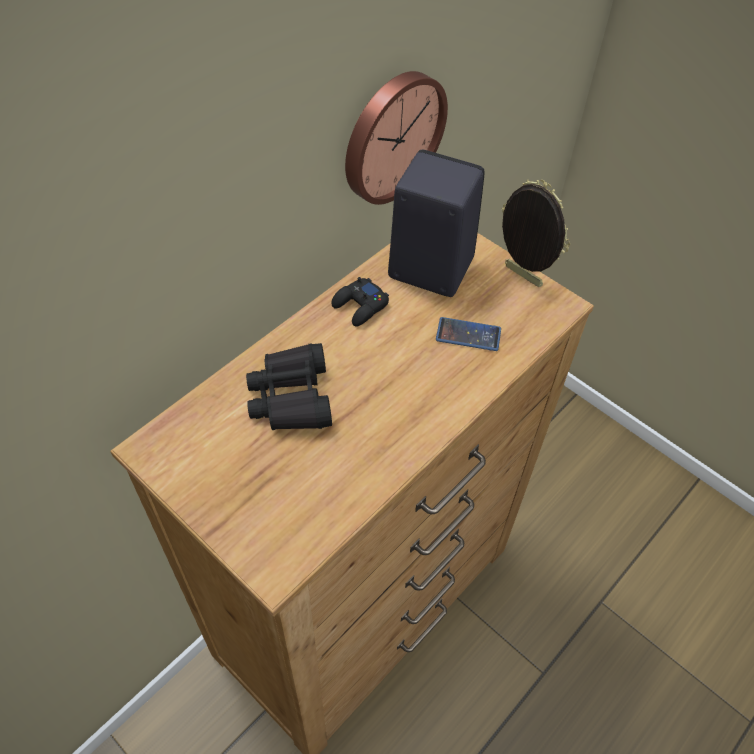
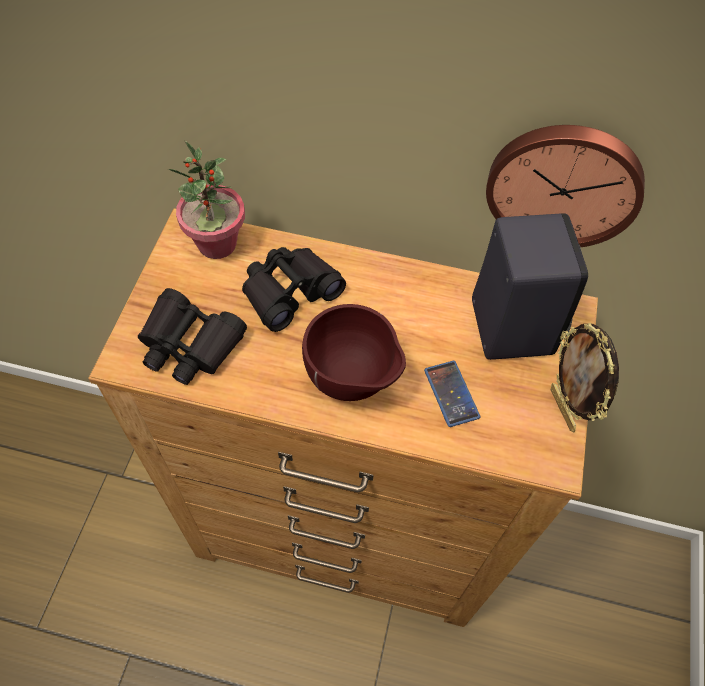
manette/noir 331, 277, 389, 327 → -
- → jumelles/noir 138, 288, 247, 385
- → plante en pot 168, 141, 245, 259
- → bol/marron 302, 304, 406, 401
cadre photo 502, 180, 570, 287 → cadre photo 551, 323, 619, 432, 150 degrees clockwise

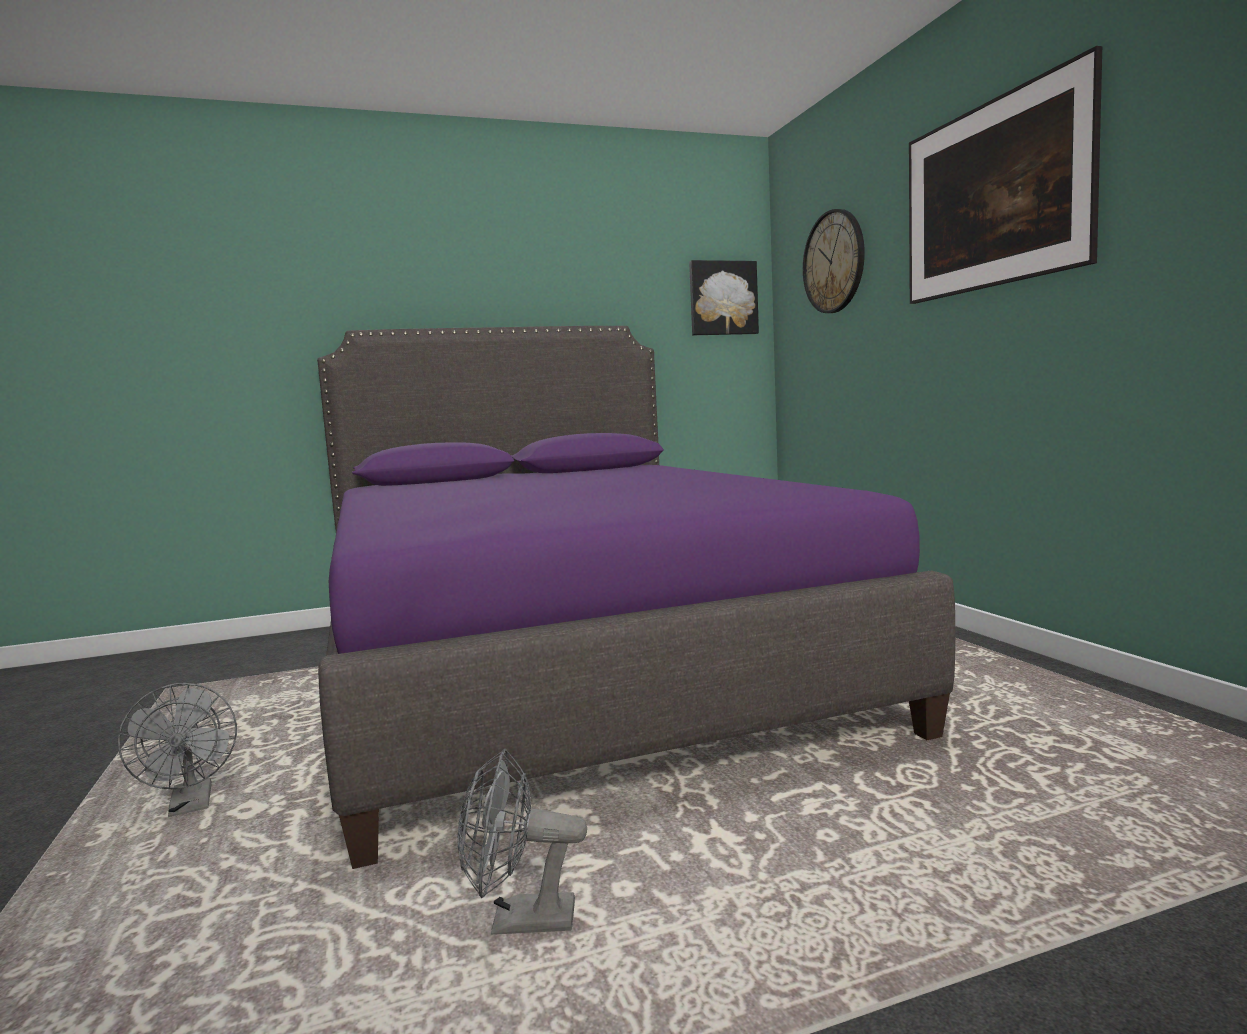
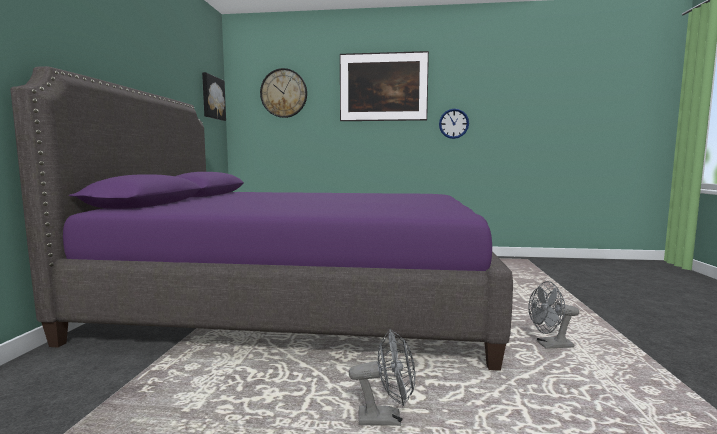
- → horloge murale 439, 109, 469, 139
ventilateur/gris 458, 748, 587, 935 → ventilateur/gris 529, 281, 579, 349, 60 degrees clockwise

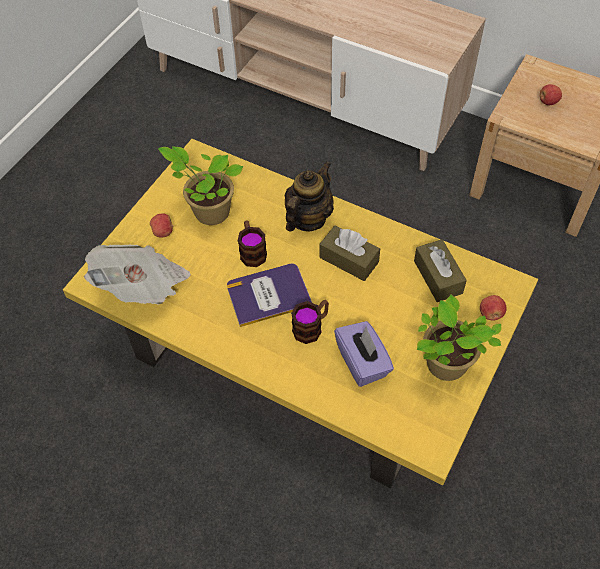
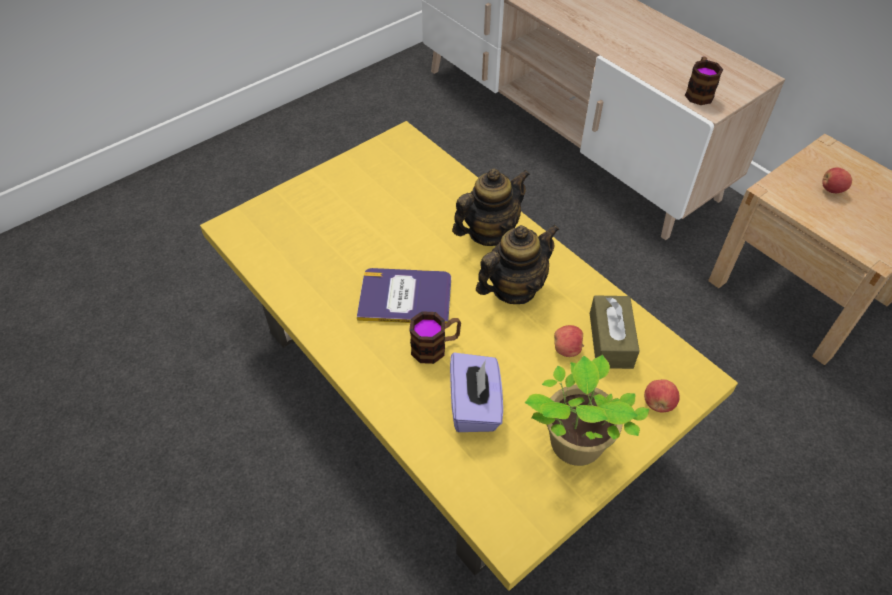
journal 84, 245, 191, 304 → -
plante en pot 158, 146, 243, 225 → -
pomme 150, 213, 173, 238 → pomme 554, 325, 584, 357, moved
mug 238, 220, 267, 267 → mug 685, 56, 723, 105, moved
boîte à mouchoirs/marron 320, 226, 380, 281 → théière 476, 225, 560, 304

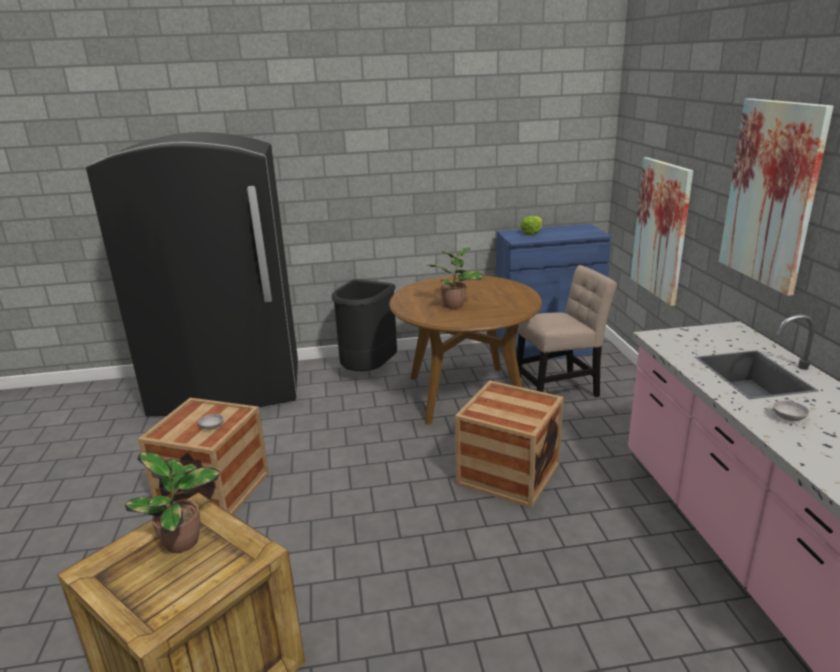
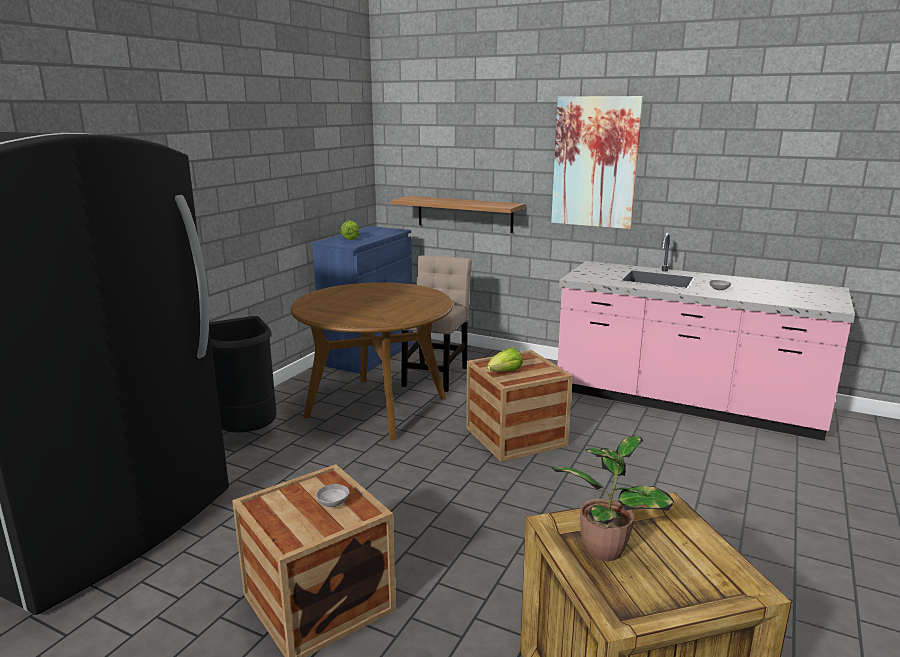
plante en pot 427, 248, 484, 309 → -
- → laitue 487, 347, 523, 371
tableau 631, 157, 693, 306 → étagère 392, 196, 525, 233

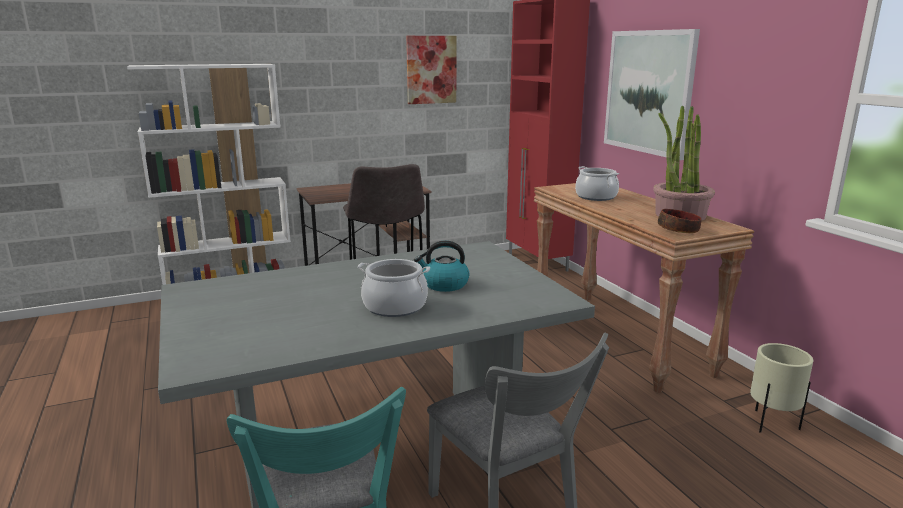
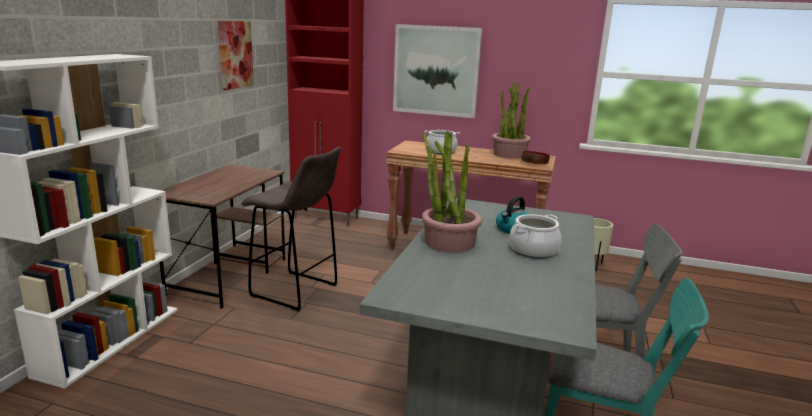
- → plante en pot 422, 131, 482, 253

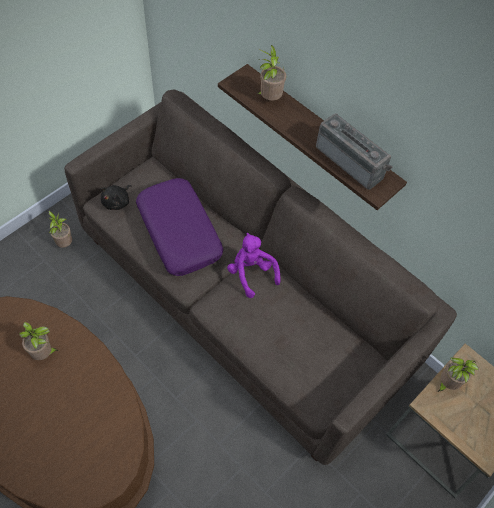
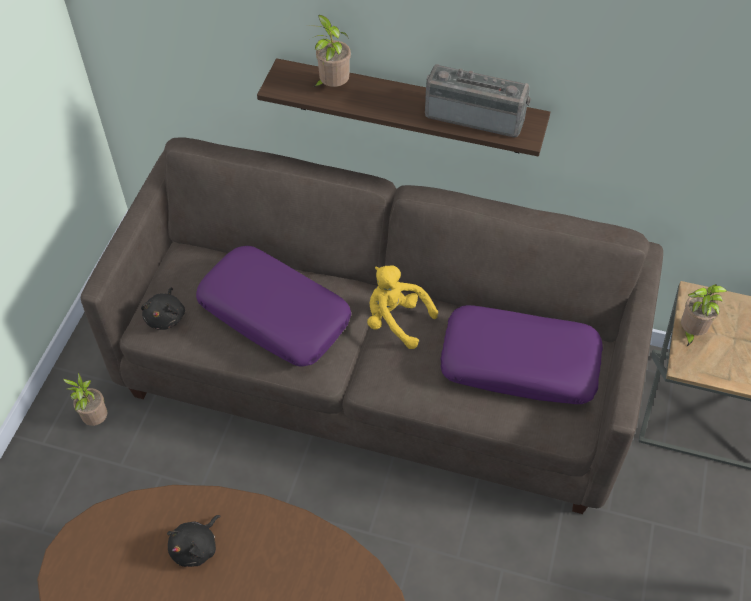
- → coussin/violet 440, 305, 603, 404
plante en pot 19, 322, 58, 360 → peluche/noir 167, 515, 220, 567
peluche/violet 227, 233, 281, 298 → peluche/jaune 367, 266, 438, 349

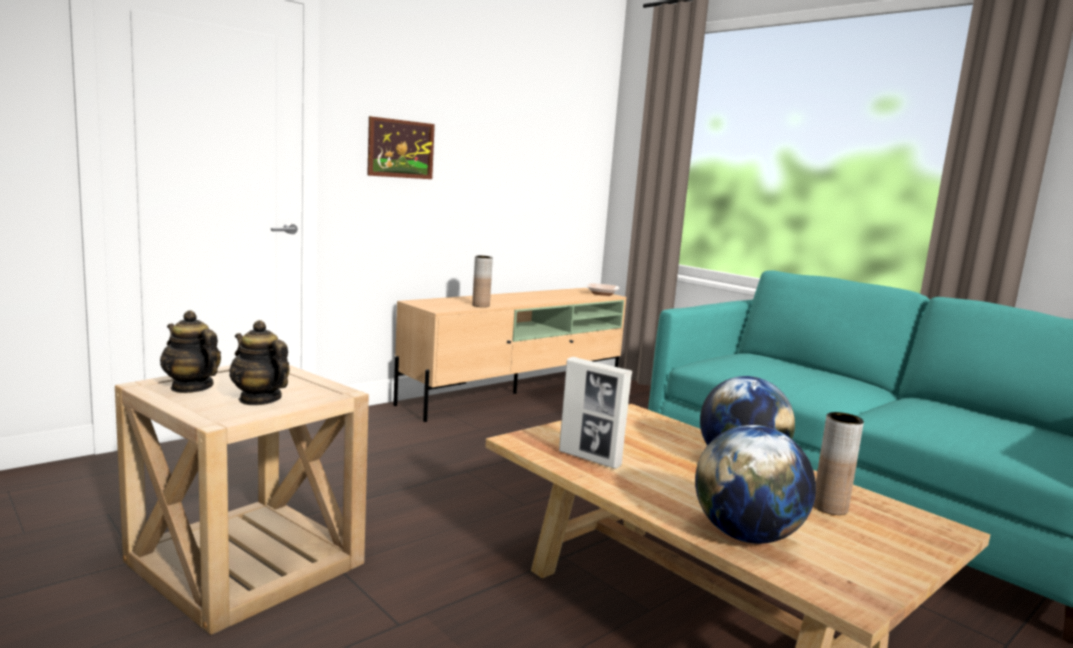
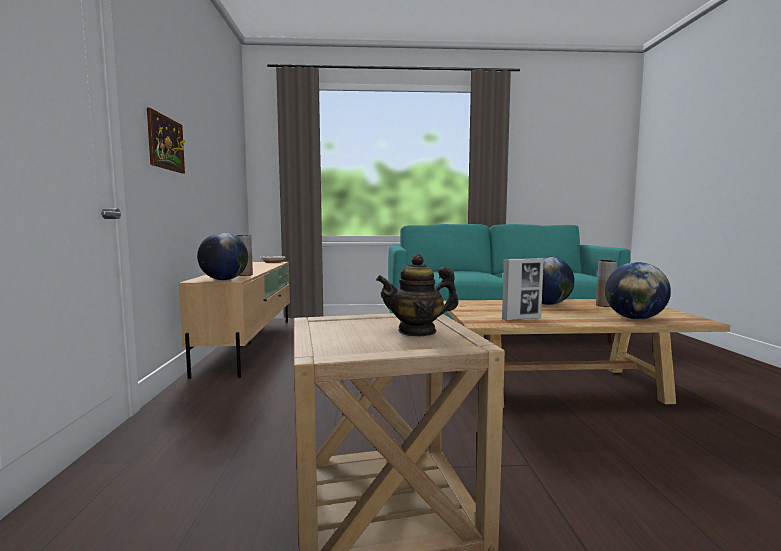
théière 160, 310, 221, 393 → -
- → globe 197, 233, 248, 280

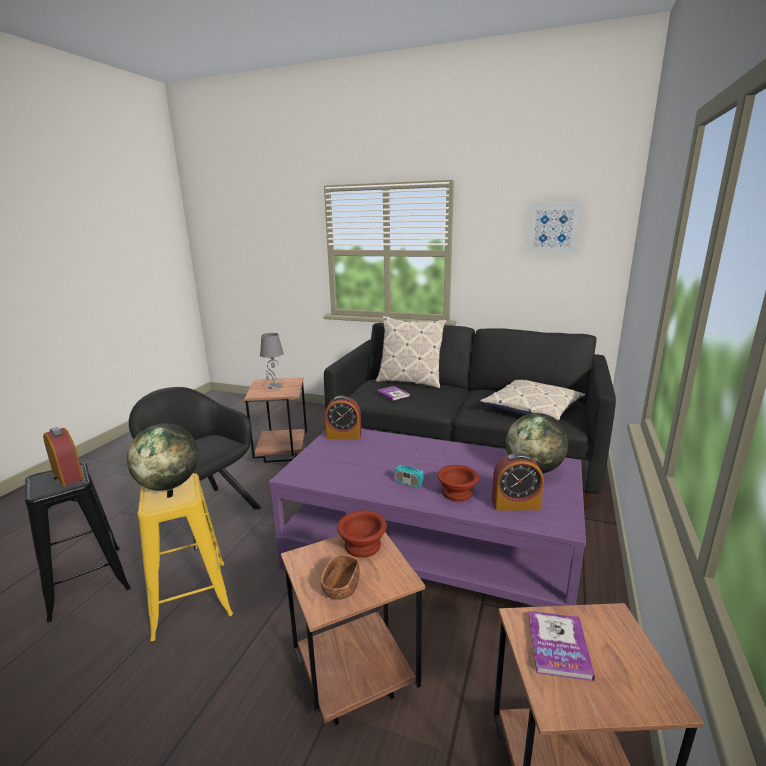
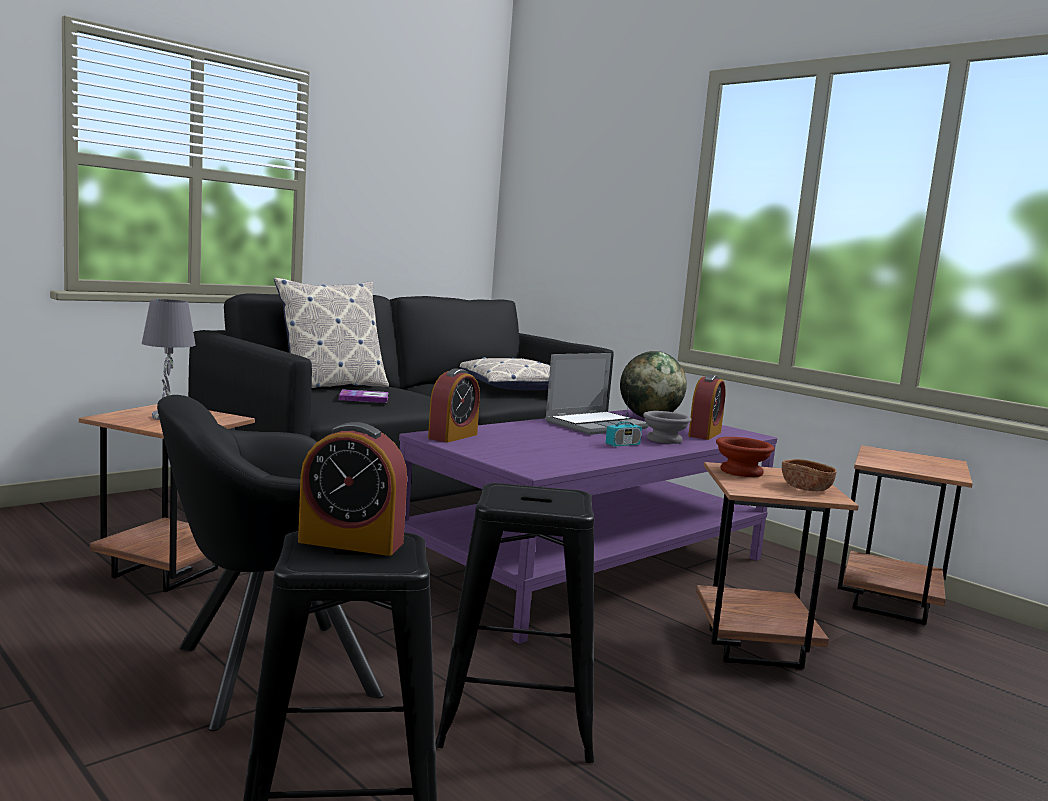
globe 127, 423, 199, 491 → -
tableau 526, 202, 582, 254 → -
livre 529, 611, 595, 681 → -
- → ordinateur portable 545, 353, 649, 435
tabouret/jaune 138, 473, 233, 641 → tabouret/noir 435, 483, 594, 763
bol/marron 437, 465, 479, 501 → bol/gris 643, 411, 691, 444
réveil 43, 427, 84, 487 → réveil 298, 422, 407, 556, 150 degrees counterclockwise

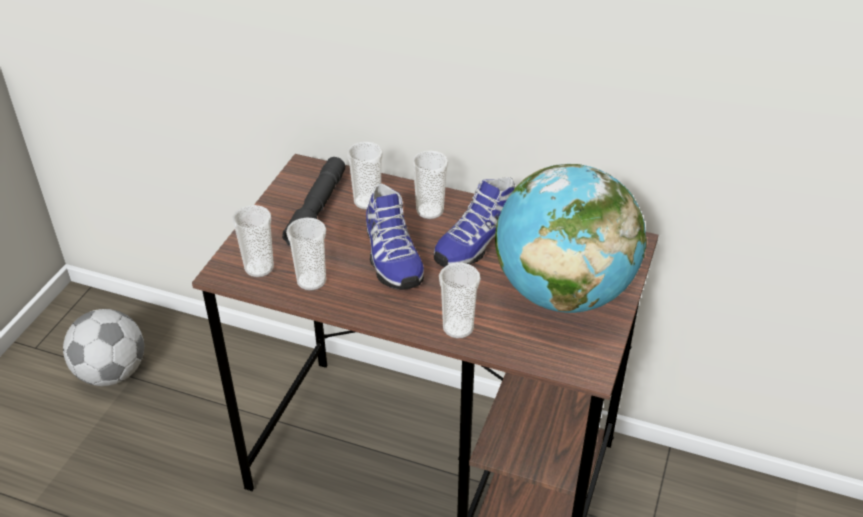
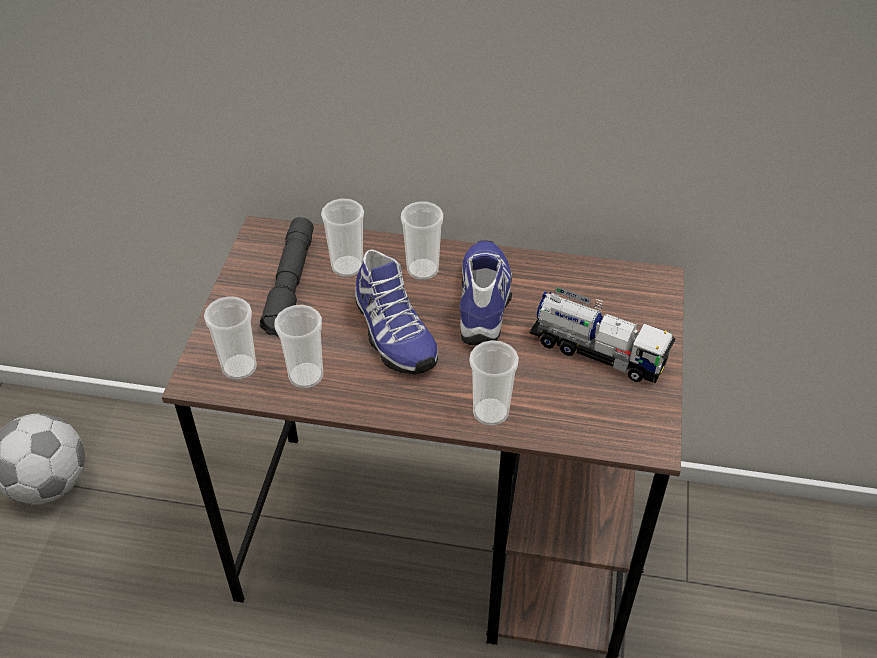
globe 495, 164, 647, 313 → camion jouet 530, 286, 675, 383
chaussure 434, 177, 515, 267 → chaussure 459, 240, 512, 345, 150 degrees clockwise

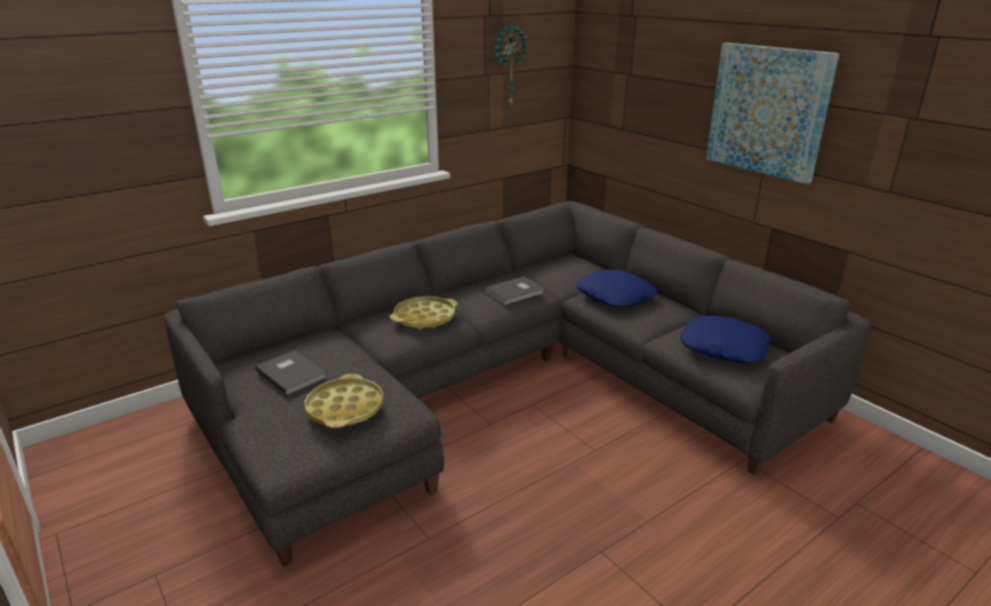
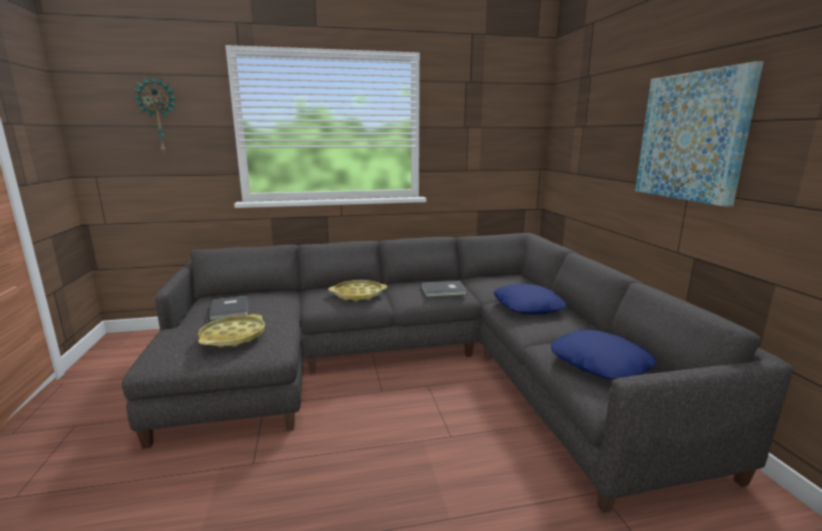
horloge murale 494, 23, 529, 105 → horloge murale 133, 76, 178, 152, moved

